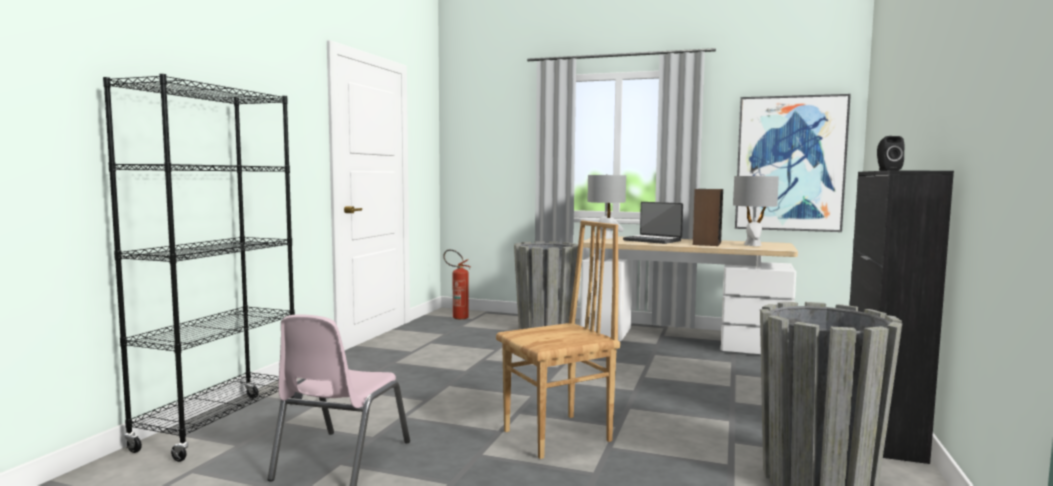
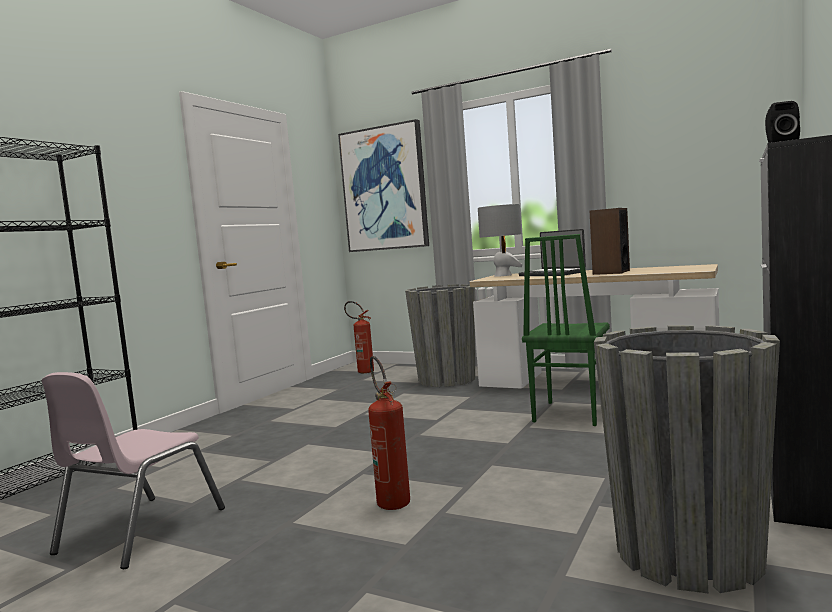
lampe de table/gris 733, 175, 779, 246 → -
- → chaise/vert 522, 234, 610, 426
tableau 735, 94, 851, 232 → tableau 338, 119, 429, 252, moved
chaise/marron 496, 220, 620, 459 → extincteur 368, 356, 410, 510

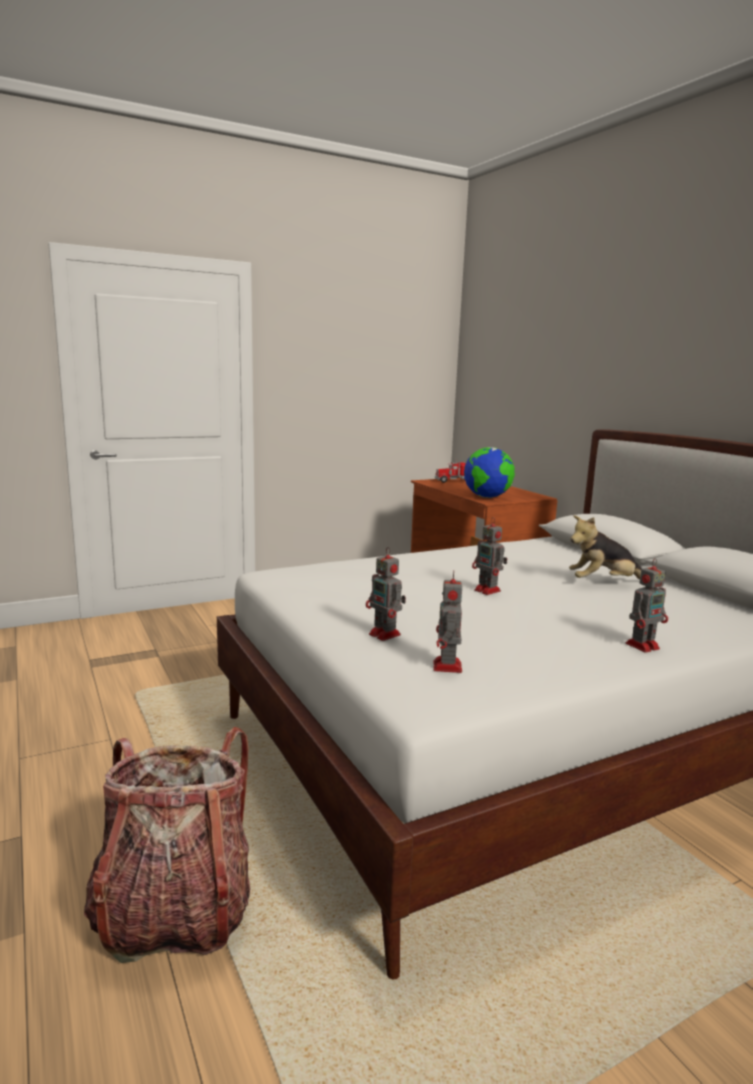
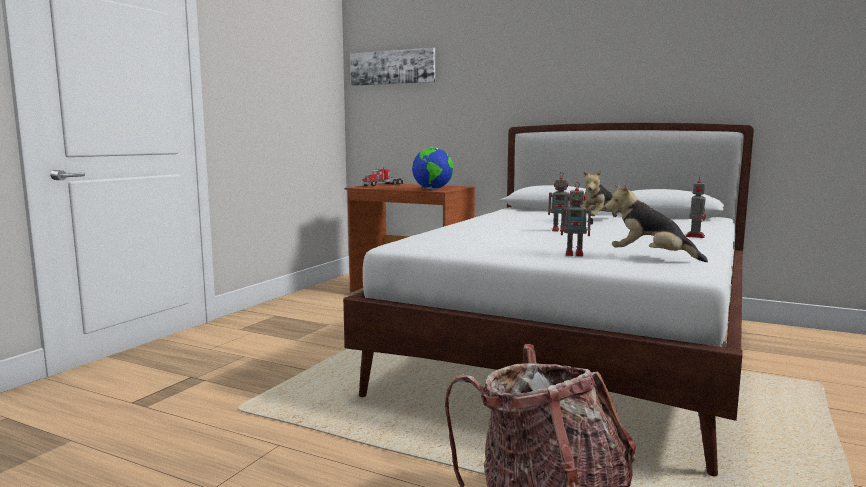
- → tableau 350, 47, 435, 86
robot jouet 433, 571, 462, 673 → peluche 605, 183, 708, 262

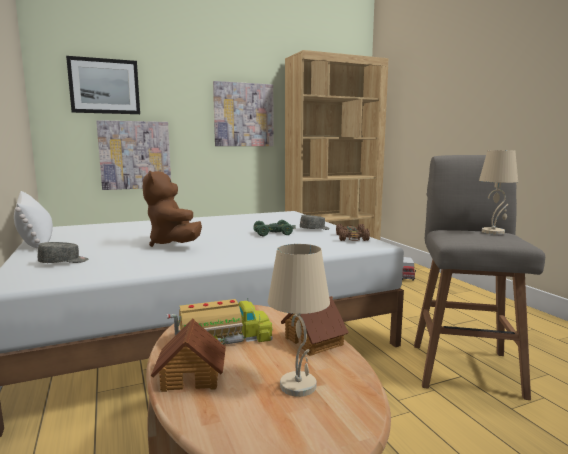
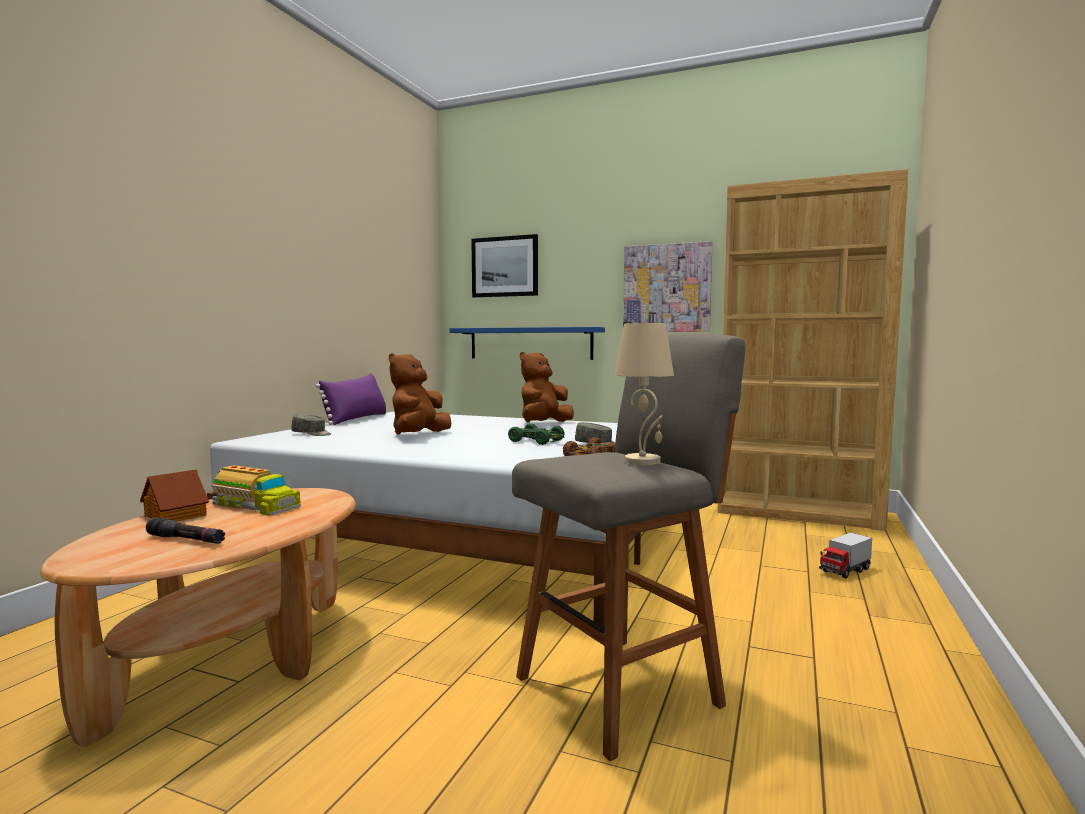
maison miniature 281, 296, 349, 356 → -
- → peluche/marron 520, 352, 574, 422
tableau 96, 120, 171, 190 → étagère/bleu 449, 327, 605, 360
lampe de table/beige 268, 244, 330, 397 → lampe de poche/noir 146, 517, 225, 544
coussin/blanc 14, 191, 53, 249 → coussin/violet 316, 373, 386, 425

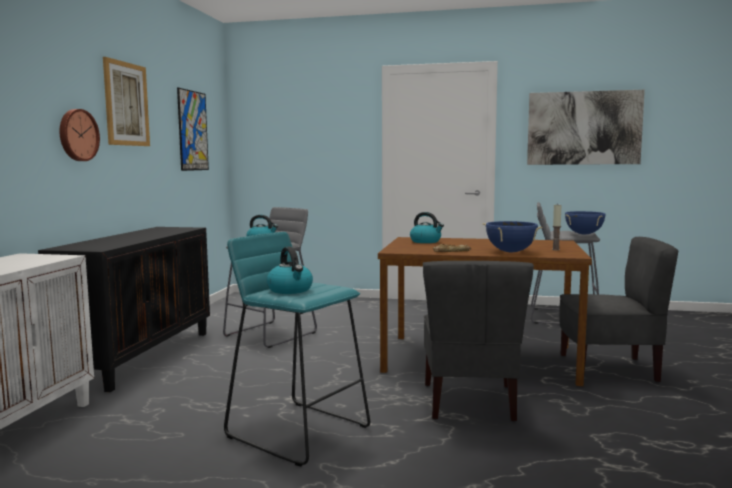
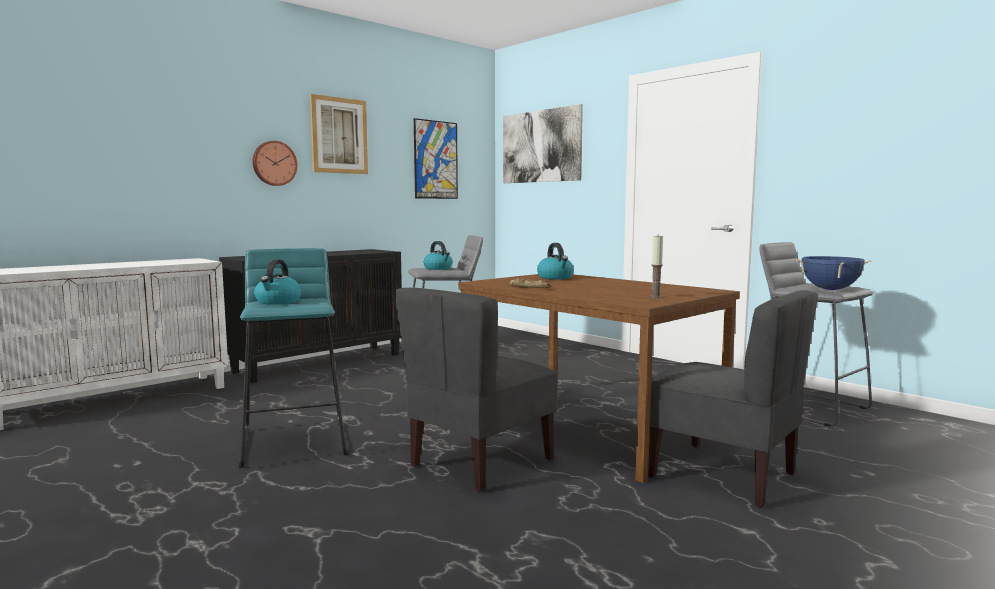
marmite/bleu 483, 221, 543, 252 → -
tableau 527, 90, 645, 165 → tableau 503, 104, 583, 183, moved

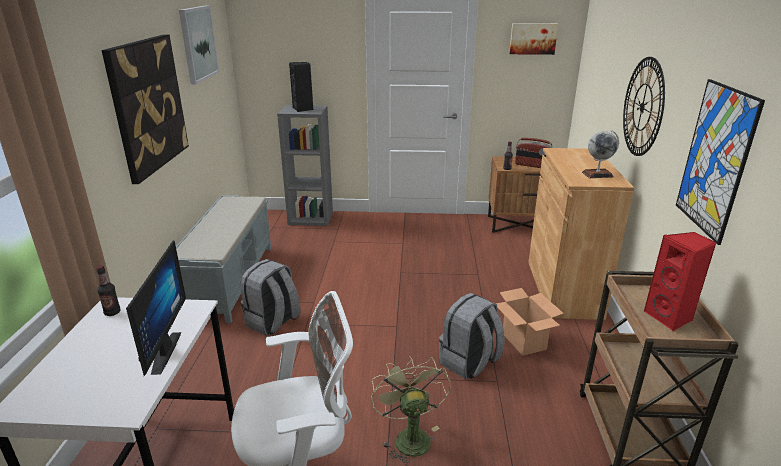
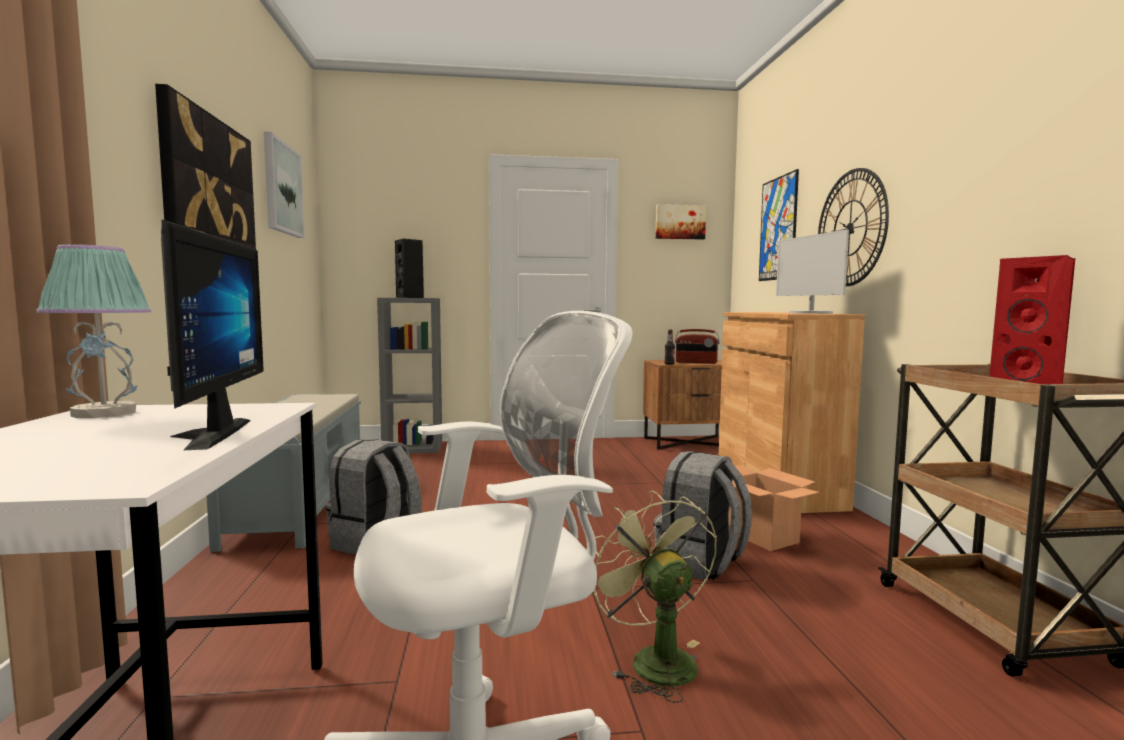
tableau 676, 79, 765, 245 → tableau 759, 169, 799, 281, moved
bouteille 96, 265, 120, 316 → lampe de table 36, 244, 151, 418
globe 582, 130, 619, 178 → écran d'ordinateur 776, 229, 849, 314

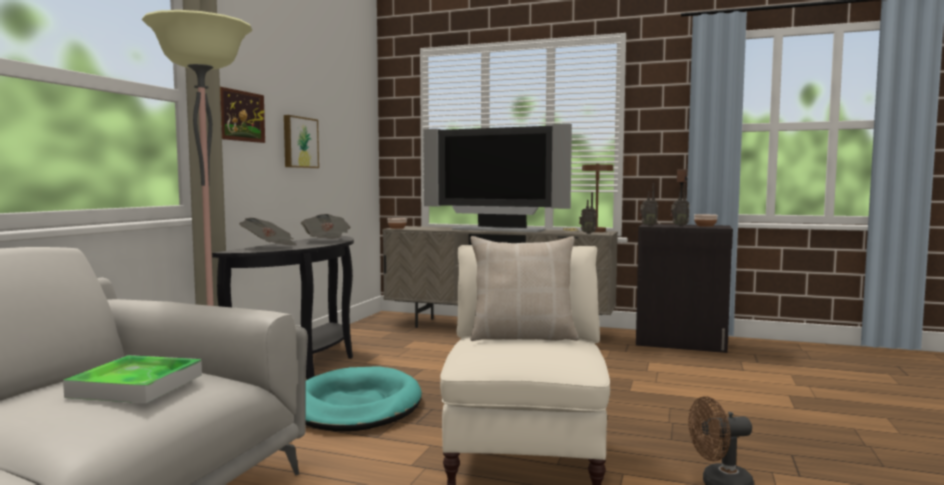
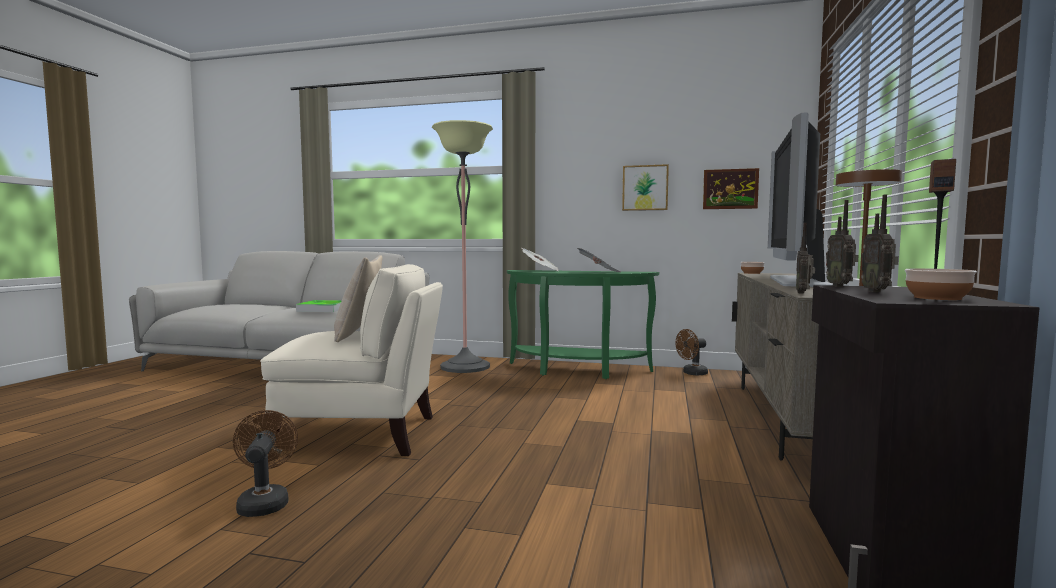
panier pour chien/turquoise 305, 366, 422, 431 → -
- → ventilateur/marron 676, 329, 708, 376
tableau 220, 87, 265, 143 → tableau 703, 168, 759, 209, moved
table console/noir 212, 236, 354, 379 → table console/vert 507, 270, 659, 379

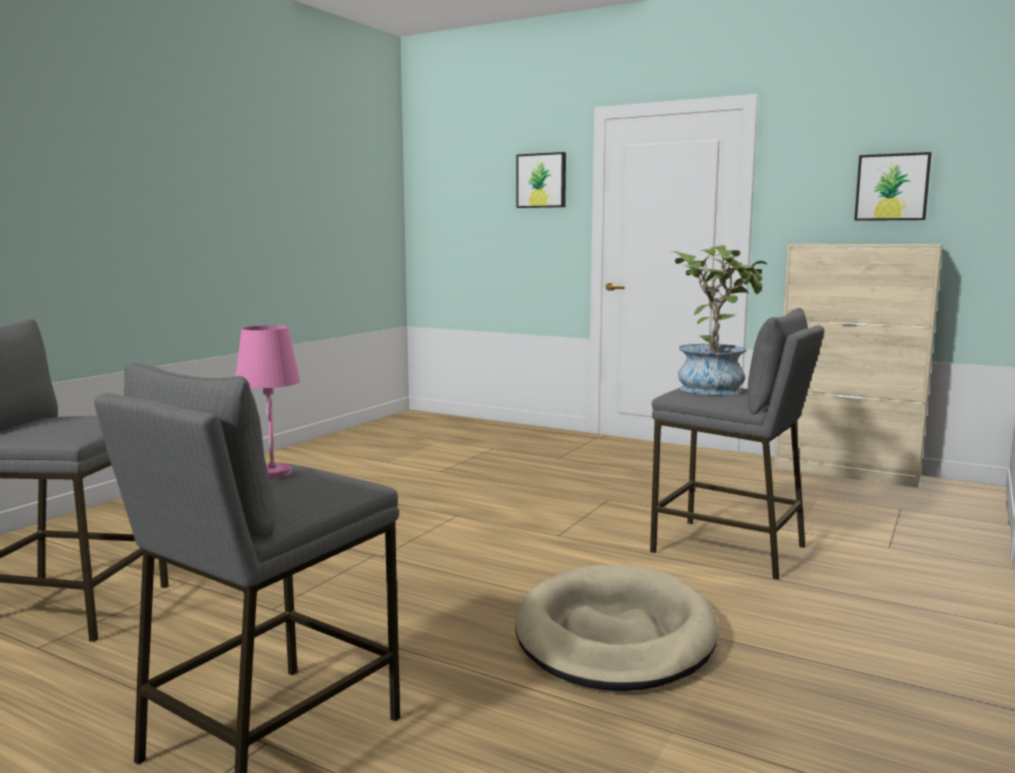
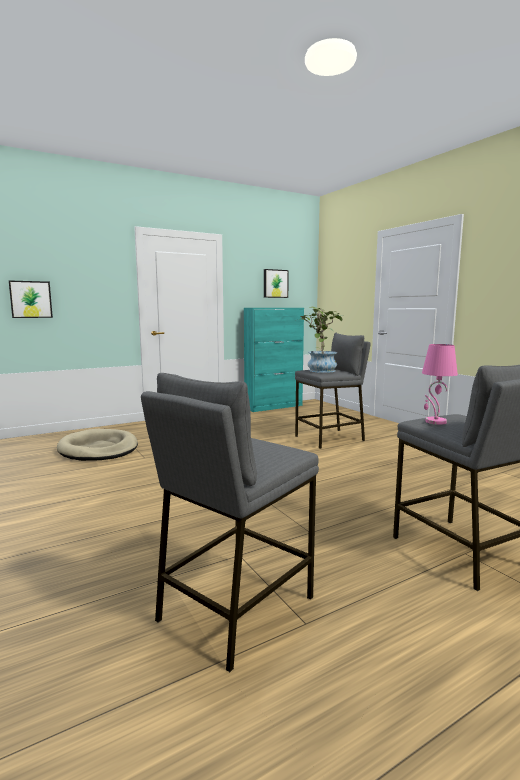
panier pour chien/beige 515, 565, 718, 691 → panier pour chien/beige 57, 429, 138, 461, moved
tableau 516, 152, 566, 208 → tableau 9, 280, 53, 318, moved
meuble de rangement/beige 774, 244, 943, 488 → meuble de rangement/turquoise 244, 308, 304, 412

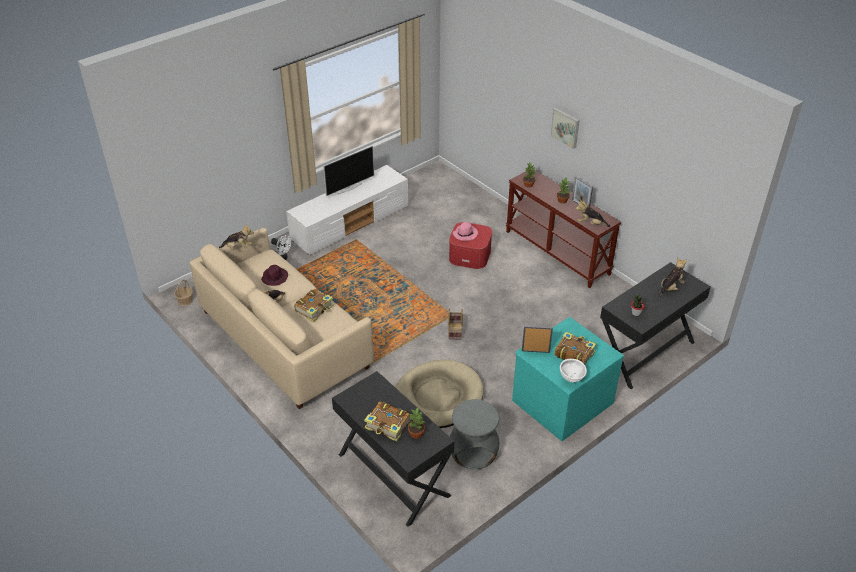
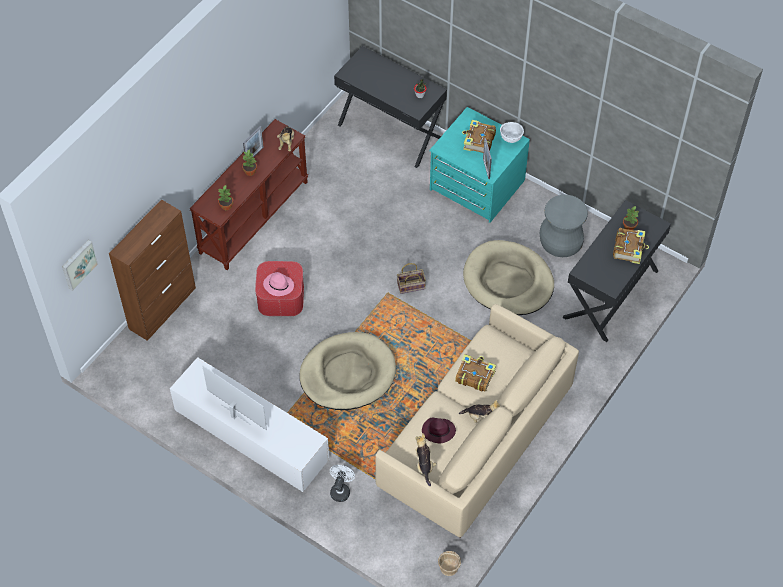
peluche 659, 258, 687, 298 → -
- → meuble de rangement/marron 109, 199, 196, 341
- → panier pour chien/beige 299, 332, 396, 410
tableau 550, 108, 580, 149 → tableau 62, 240, 98, 291, moved

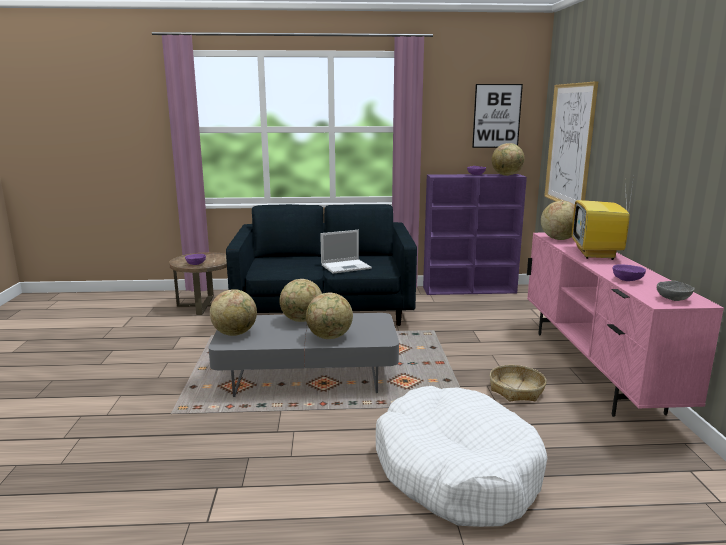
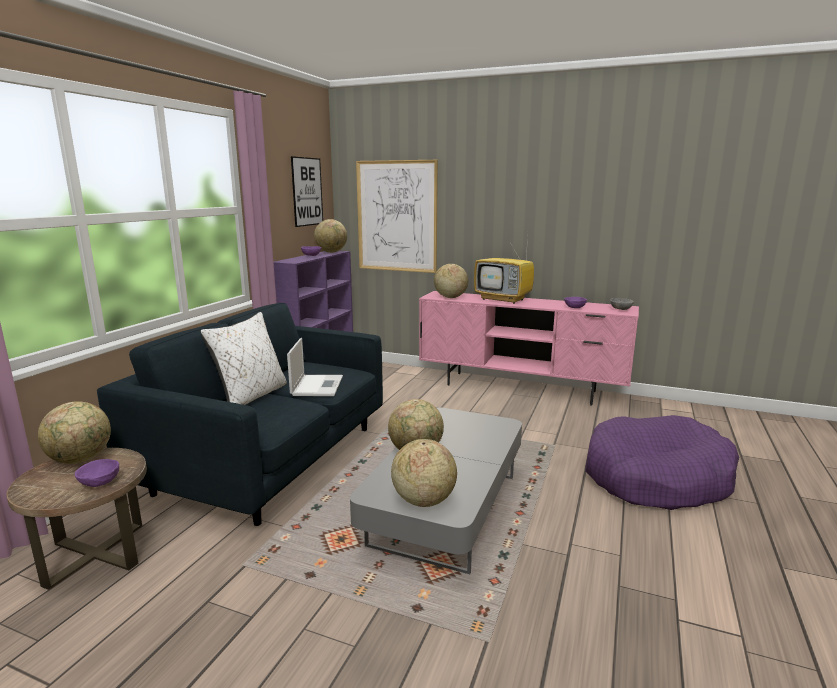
panier 490, 365, 547, 401 → -
- → coussin/blanc 201, 312, 287, 405
globe 306, 293, 353, 339 → globe 38, 401, 111, 464, moved
panier pour chien/blanc 376, 386, 547, 527 → panier pour chien/violet 585, 415, 739, 510

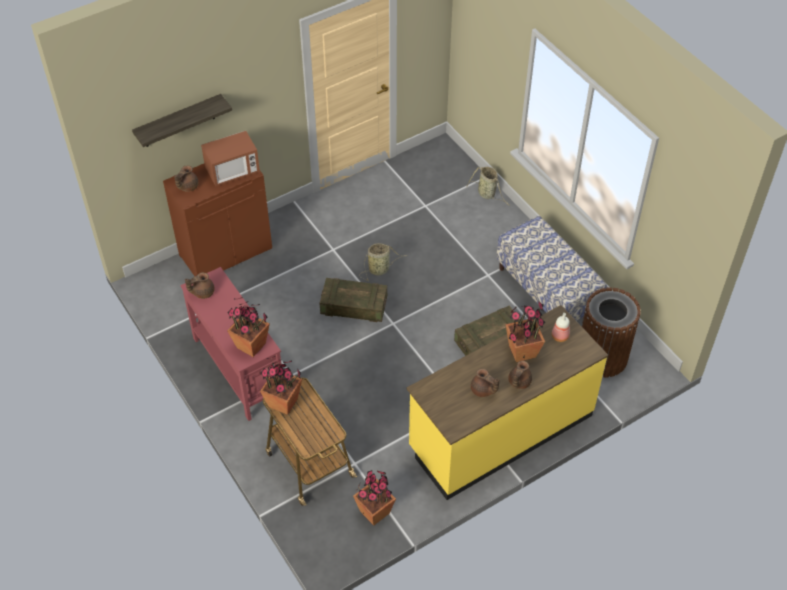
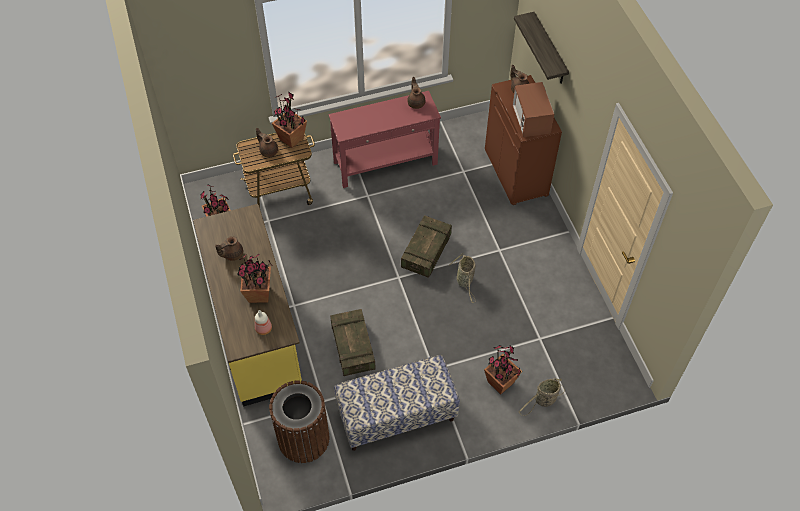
plante en pot 227, 297, 270, 357 → plante en pot 484, 345, 522, 394, moved
théière/marron 508, 361, 532, 389 → théière/marron 256, 128, 278, 157, moved

